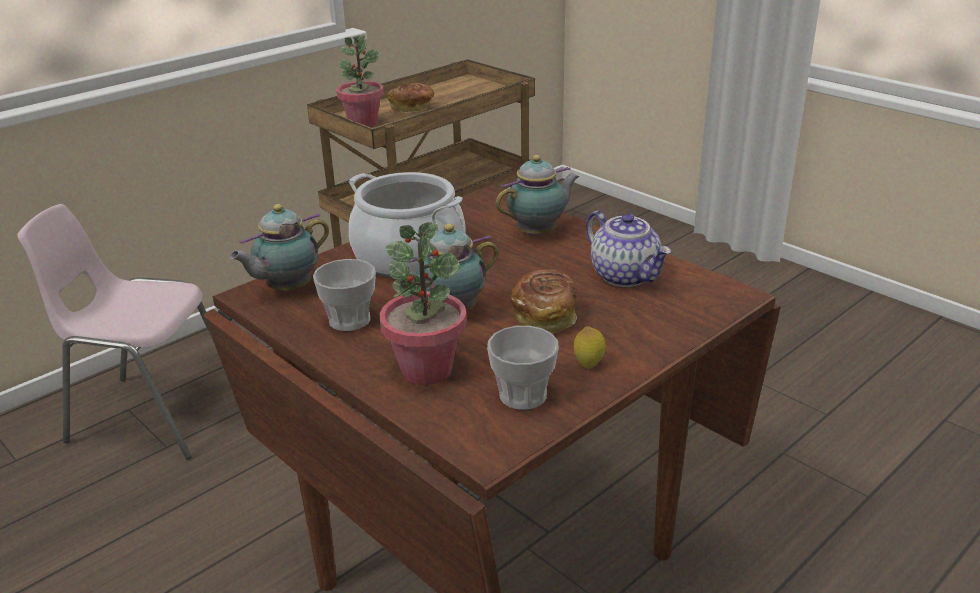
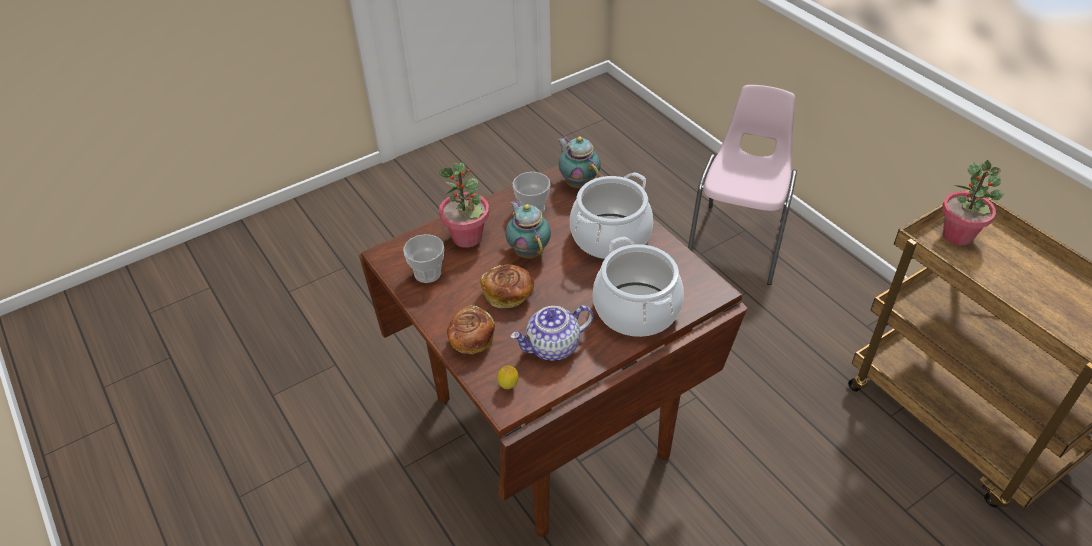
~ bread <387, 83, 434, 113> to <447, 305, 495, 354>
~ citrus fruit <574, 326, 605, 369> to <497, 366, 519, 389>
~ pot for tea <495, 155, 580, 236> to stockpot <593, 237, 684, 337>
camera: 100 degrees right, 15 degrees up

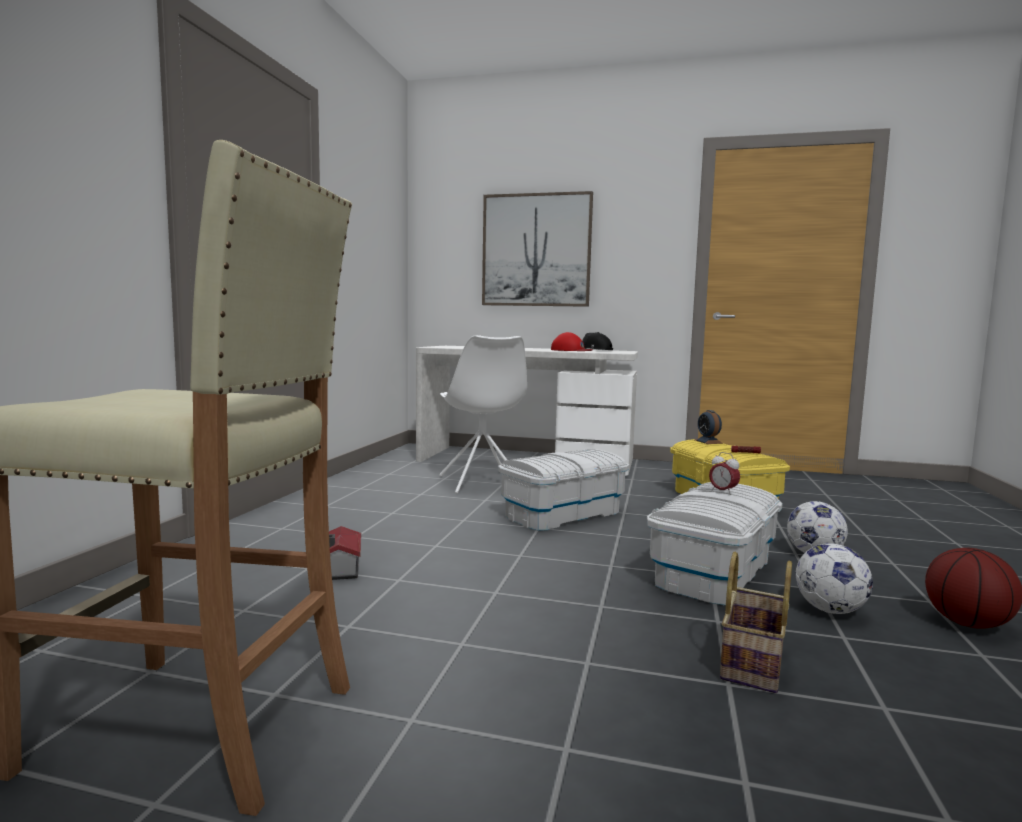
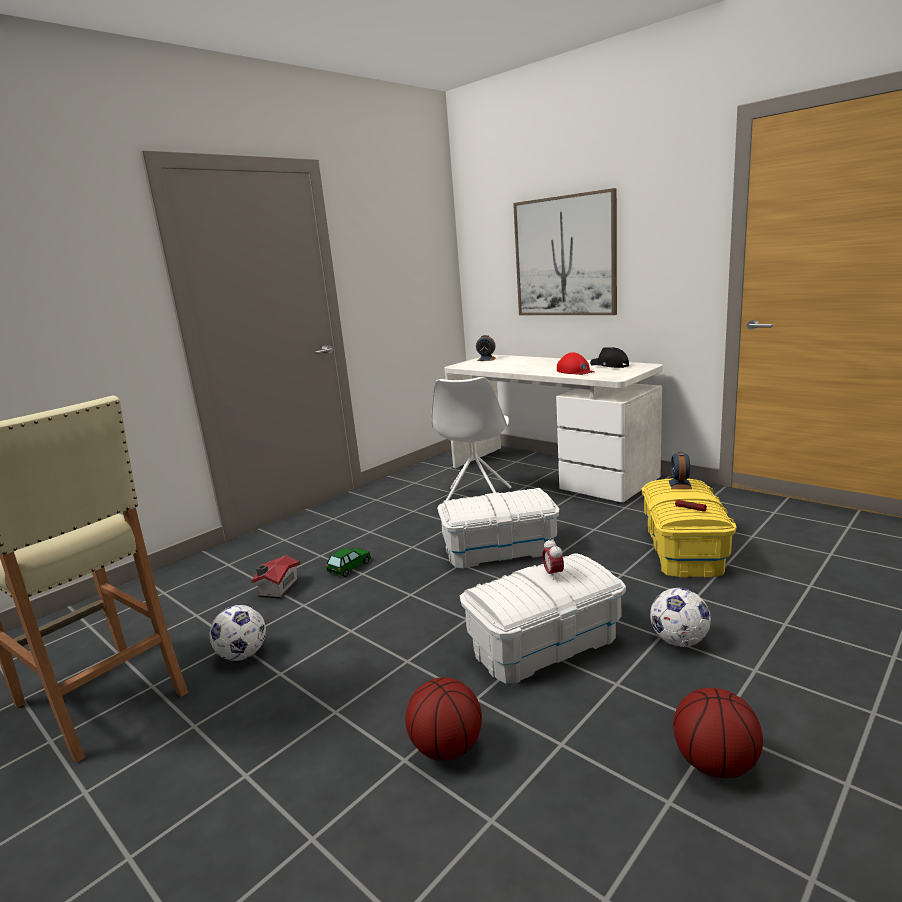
~ ball for football <796, 543, 873, 614> to <210, 605, 266, 661>
+ miniature car <326, 548, 371, 577>
~ basket <720, 552, 792, 693> to basketball ball <405, 677, 482, 761>
+ alarm clock <476, 335, 496, 361>
camera: 30 degrees right, 10 degrees up

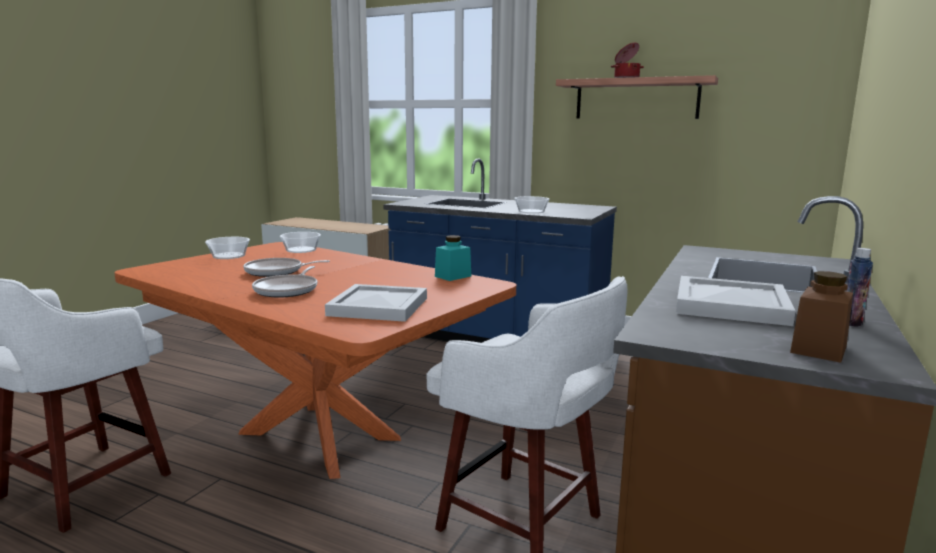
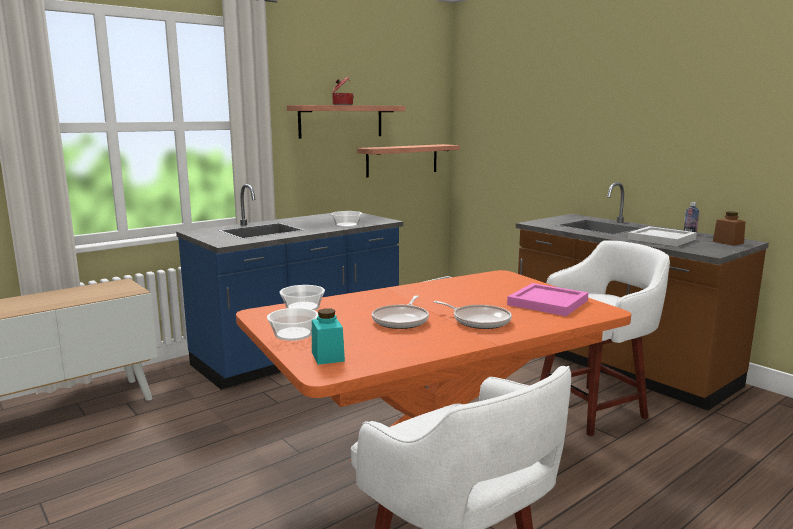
~ jar in turquoise-coloured <435, 235, 471, 281> to <312, 308, 345, 365>
+ shelf <357, 144, 460, 177>
~ tray in white <325, 284, 427, 322> to tray in pink-coloured <507, 283, 588, 316>
camera: 65 degrees left, 0 degrees up

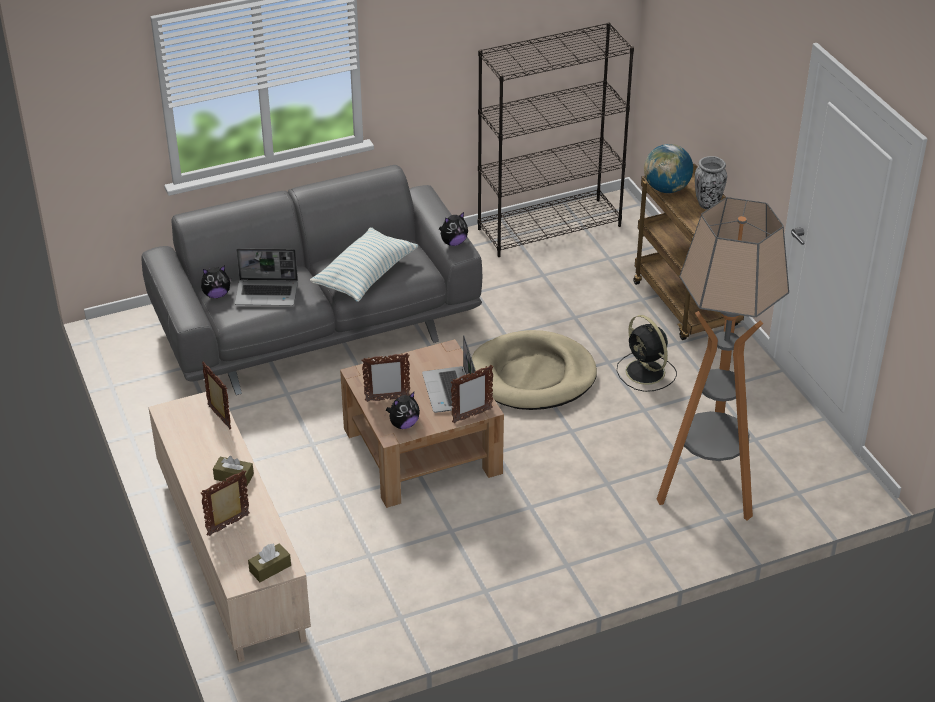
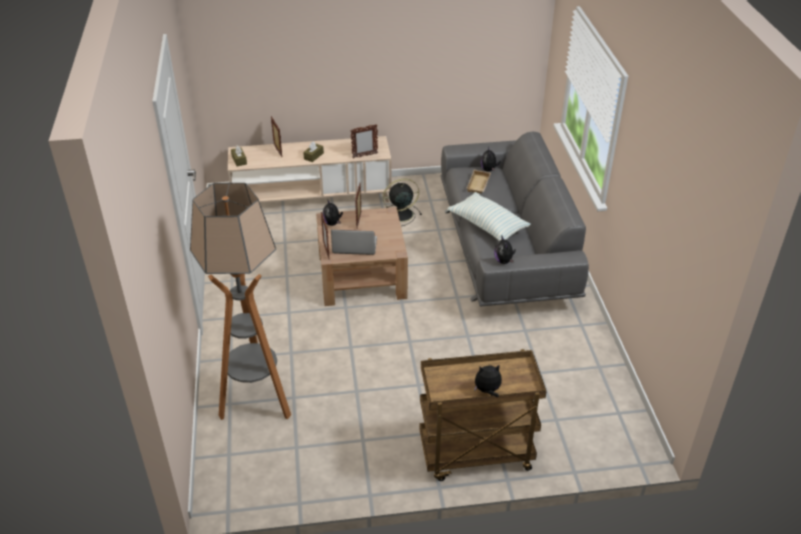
~ cooling fan in blackish <617, 315, 677, 392> to <383, 179, 422, 226>
~ portable computer <235, 248, 298, 306> to tray in sand-coloured <466, 169, 491, 193>
~ decorative vase <695, 156, 727, 209> to soft toy <474, 365, 502, 397>
- dog bed in sand-coloured <472, 330, 597, 410>
- shelving unit in blackish <478, 22, 634, 257>
- globe <644, 144, 693, 193>
camera: 105 degrees right, 0 degrees up

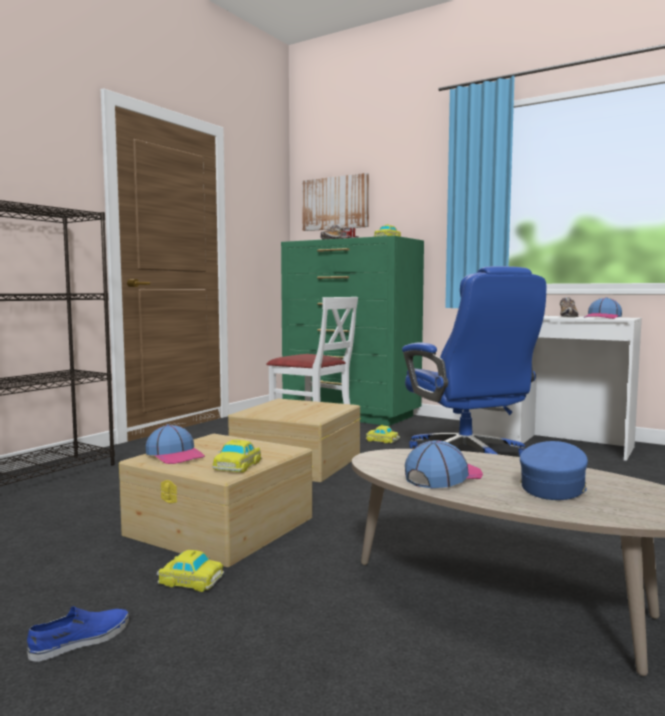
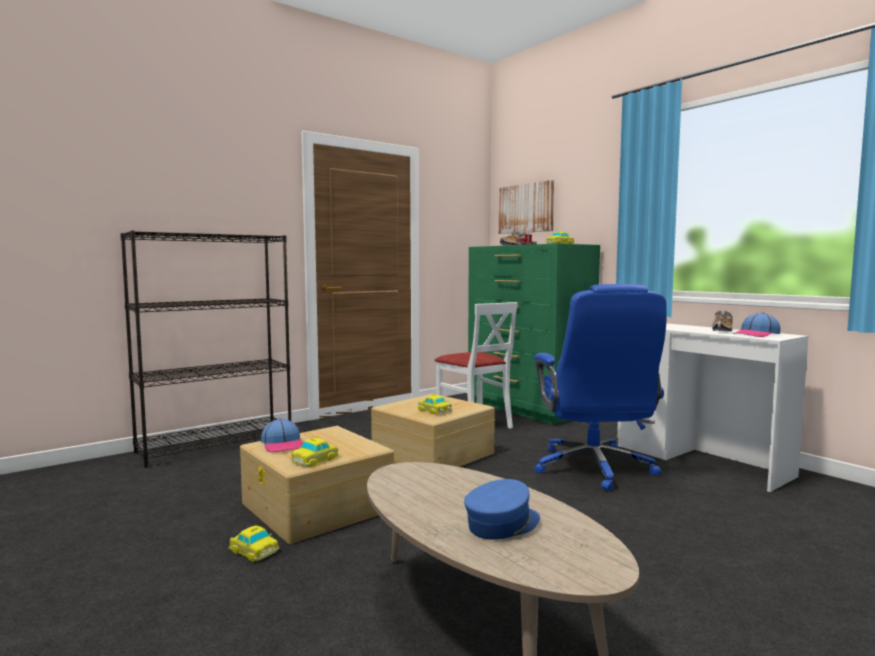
~ miniature car <366, 425, 400, 443> to <418, 394, 452, 414>
- shoe in blue-coloured <27, 606, 129, 662>
- baseball cap <405, 440, 483, 488>
camera: 20 degrees right, 0 degrees up

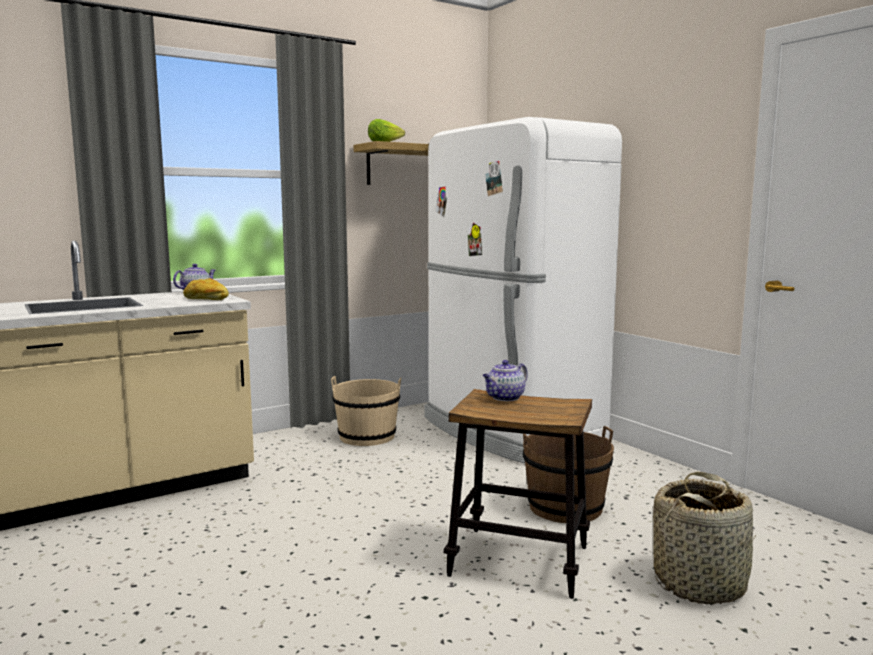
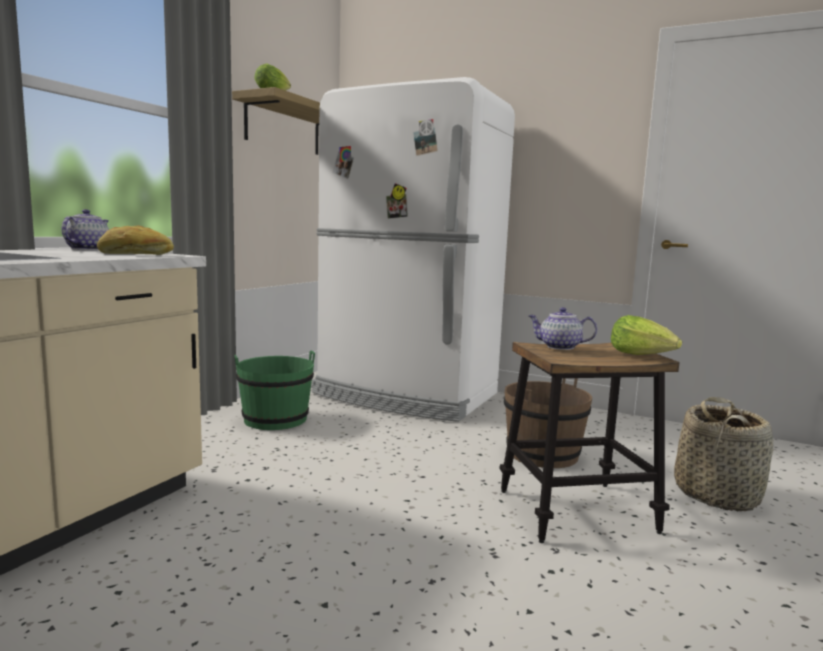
~ water bucket in sand-coloured <331, 376, 401, 446> to water bucket in green <234, 351, 315, 430>
~ pot for tea <483, 360, 528, 401> = <529, 307, 597, 350> 90 degrees clockwise
+ head of lettuce <611, 315, 682, 355>
camera: 30 degrees left, 0 degrees up

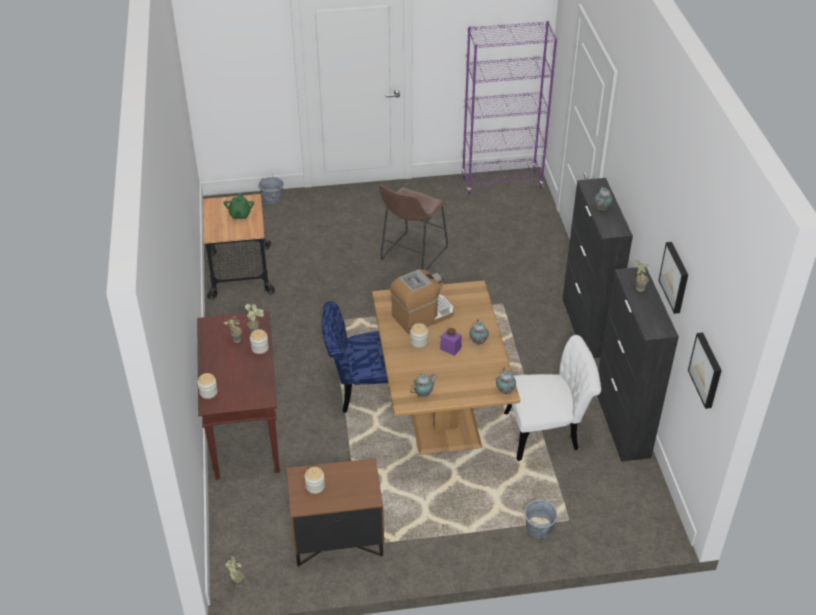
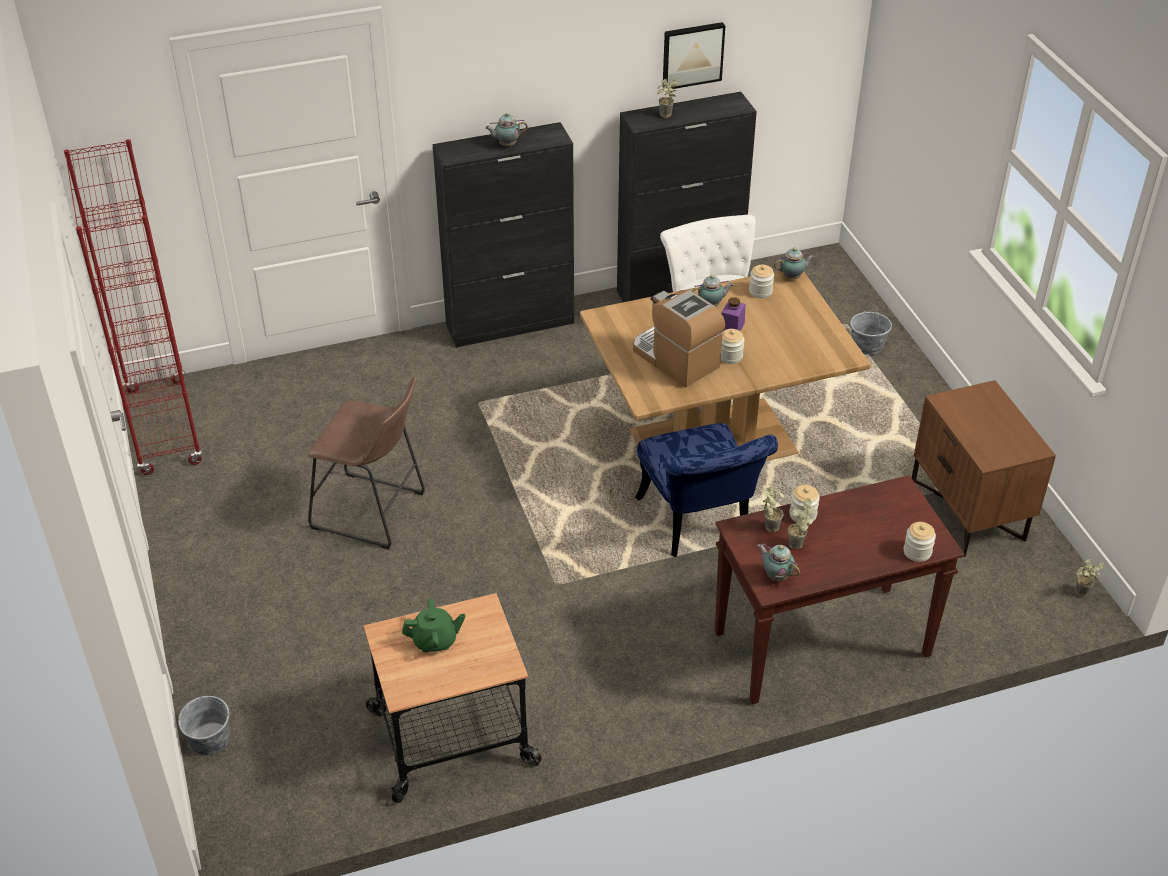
~ shelving unit in purple-coloured <462, 21, 557, 194> to shelving unit in reddish <64, 139, 202, 475>
~ jar <305, 467, 325, 494> to <749, 265, 774, 298>
~ pot for tea <410, 374, 437, 397> to <757, 543, 800, 581>
- wall picture <688, 332, 722, 409>
camera: 100 degrees left, 0 degrees up

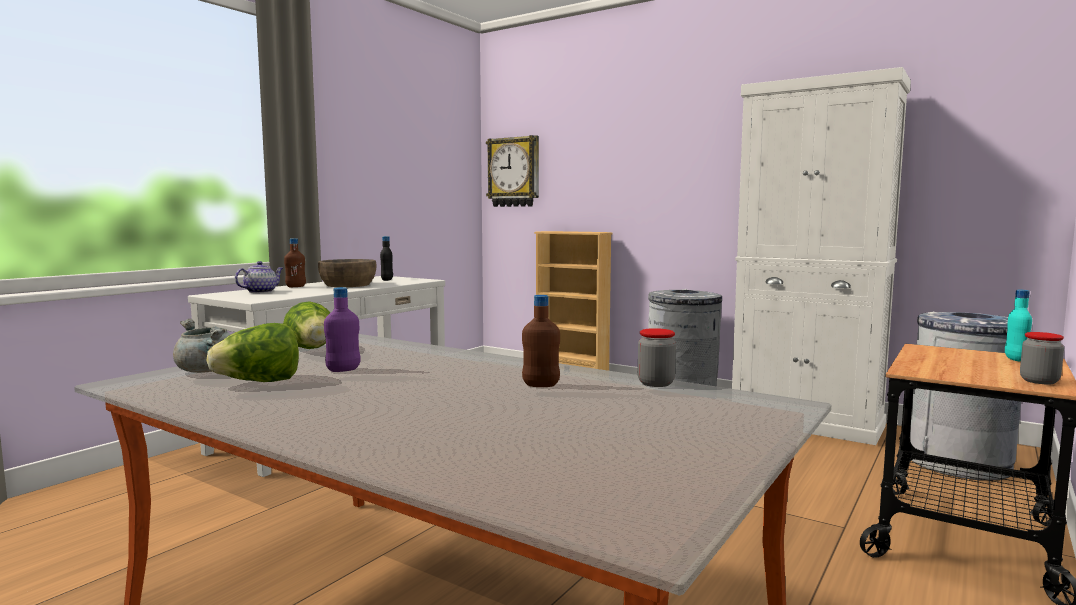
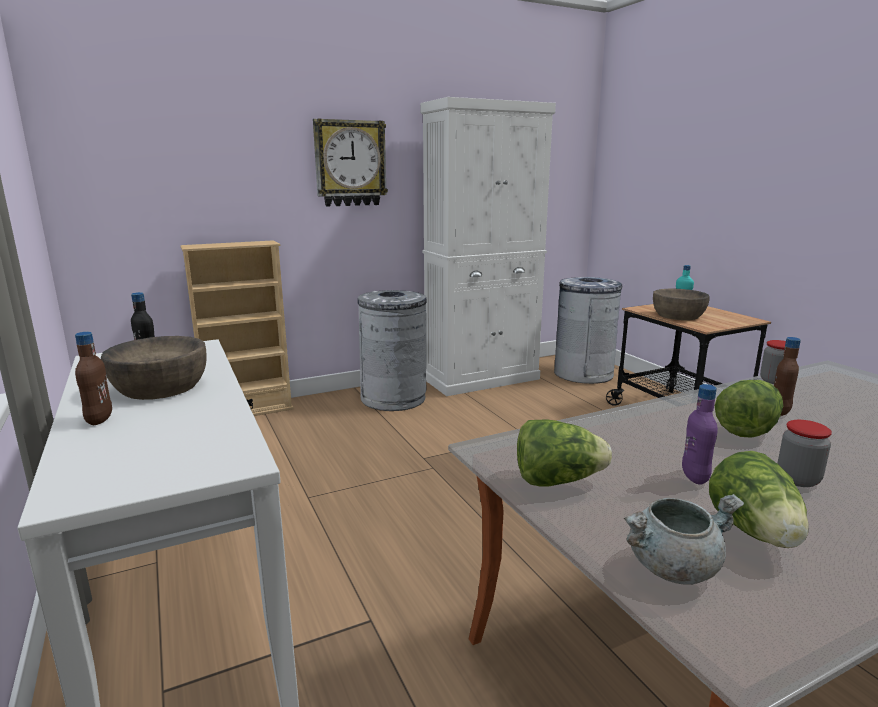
~ wall clock <486, 135, 539, 207> to <313, 118, 388, 207>
+ serving bowl in brown-coloured <653, 289, 710, 320>
+ head of lettuce <715, 380, 783, 438>
~ jar <1020, 332, 1064, 384> to <777, 420, 832, 487>
- pot for tea <235, 261, 283, 293>
camera: 60 degrees left, 10 degrees up

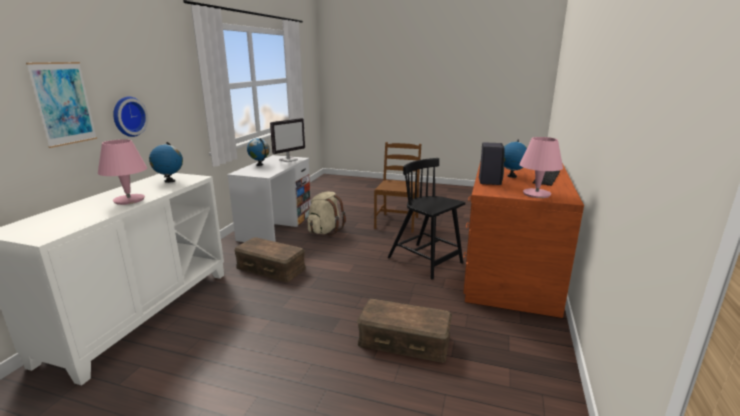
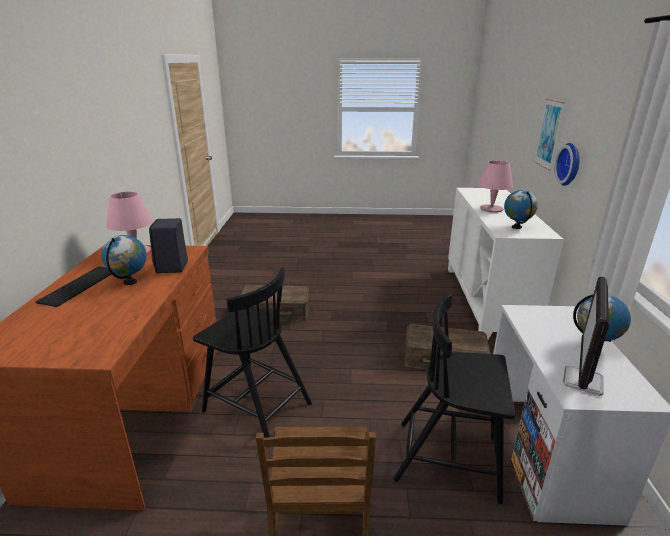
~ rucksack in sand-coloured <308, 192, 346, 236> to plain chair in blackish <393, 293, 515, 504>
camera: 165 degrees right, 5 degrees up

